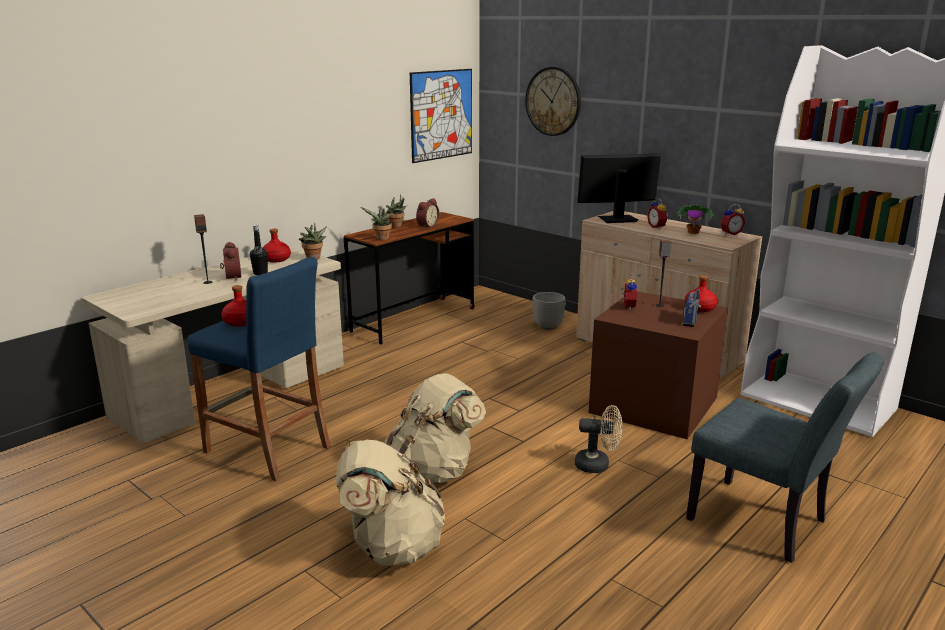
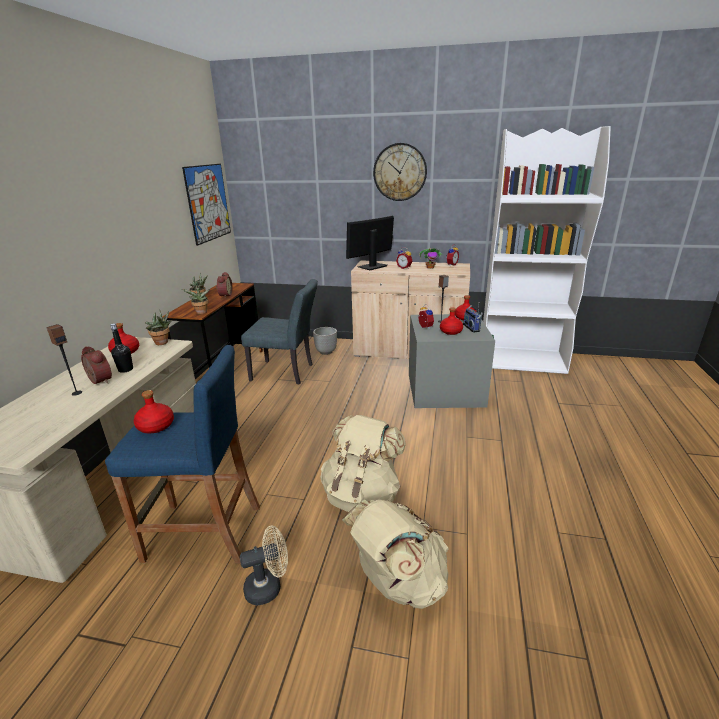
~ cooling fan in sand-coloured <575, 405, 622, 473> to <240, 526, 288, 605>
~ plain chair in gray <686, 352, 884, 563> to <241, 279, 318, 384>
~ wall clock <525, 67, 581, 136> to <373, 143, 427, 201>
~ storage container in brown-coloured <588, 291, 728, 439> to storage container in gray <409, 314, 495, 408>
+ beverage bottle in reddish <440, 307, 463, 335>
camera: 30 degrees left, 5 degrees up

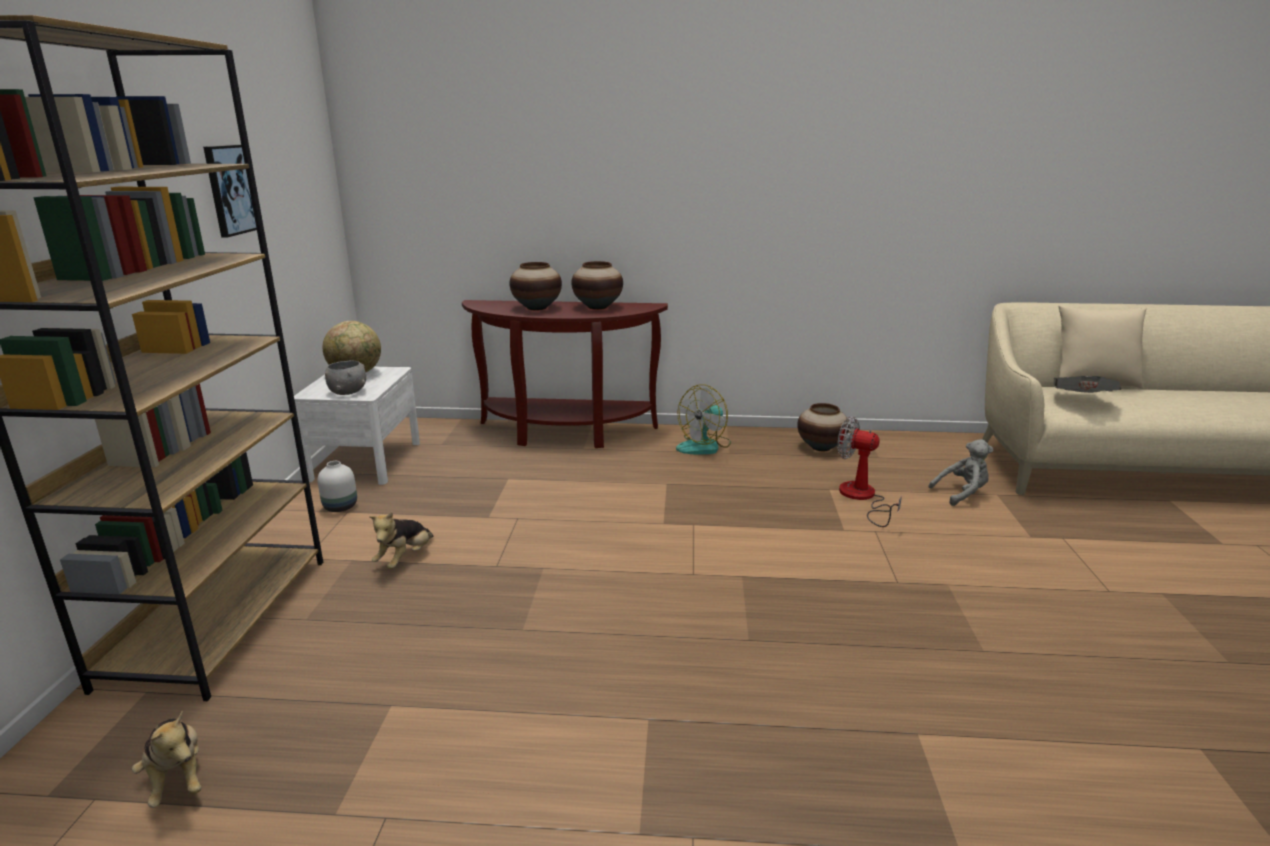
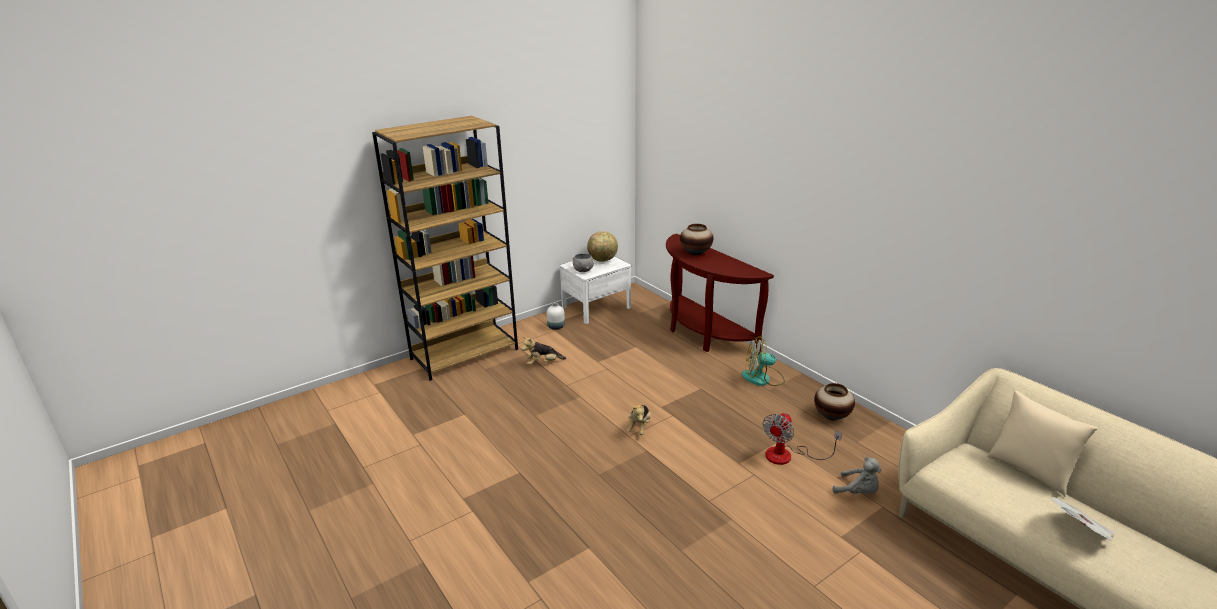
~ soft toy <132, 710, 201, 808> to <627, 404, 651, 435>
~ cooling fan <837, 416, 902, 527> = <763, 413, 842, 465> 135 degrees counterclockwise
~ printed paper <1053, 376, 1122, 393> to <1051, 497, 1115, 541>
- wall picture <203, 145, 257, 237>
- decorative vase <571, 261, 623, 310>
camera: 50 degrees right, 5 degrees up

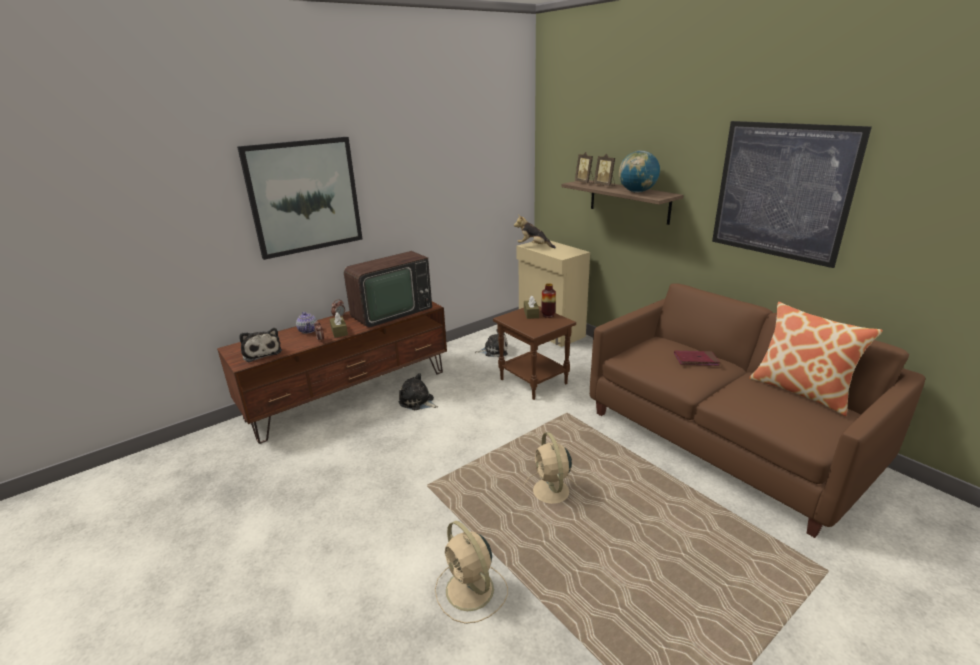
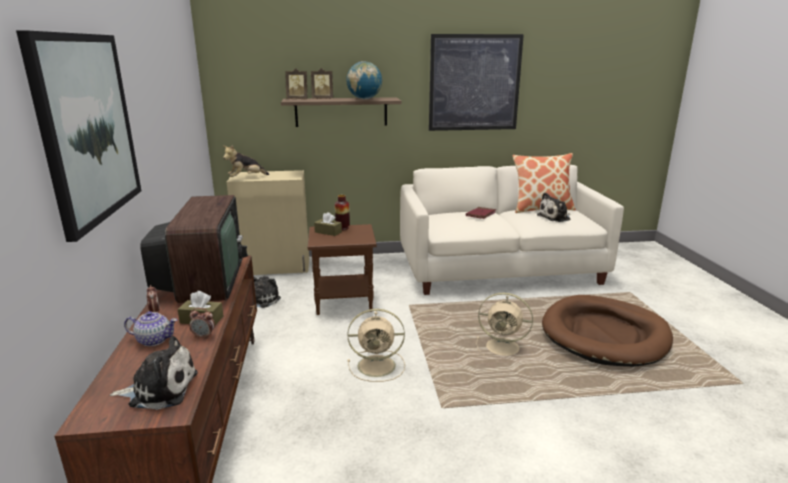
~ cooling fan in sand-coloured <435, 521, 508, 624> to <348, 309, 405, 382>
~ couch in brown-coloured <590, 283, 925, 538> to couch in white <400, 165, 624, 295>
~ soft toy <399, 373, 438, 410> to <537, 193, 571, 222>
+ dog bed in brown-coloured <542, 295, 673, 367>
camera: 60 degrees left, 5 degrees down

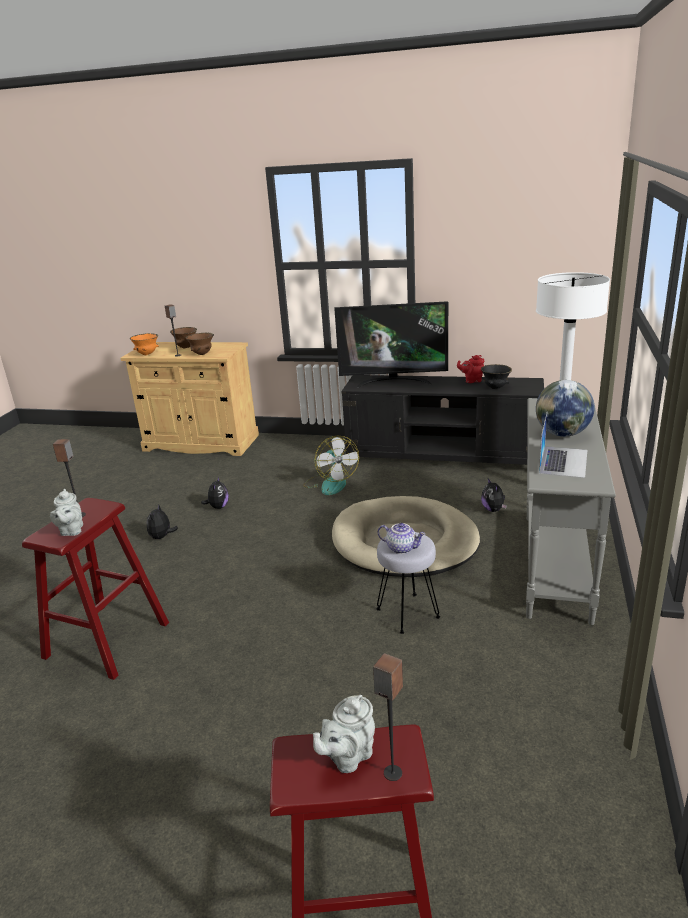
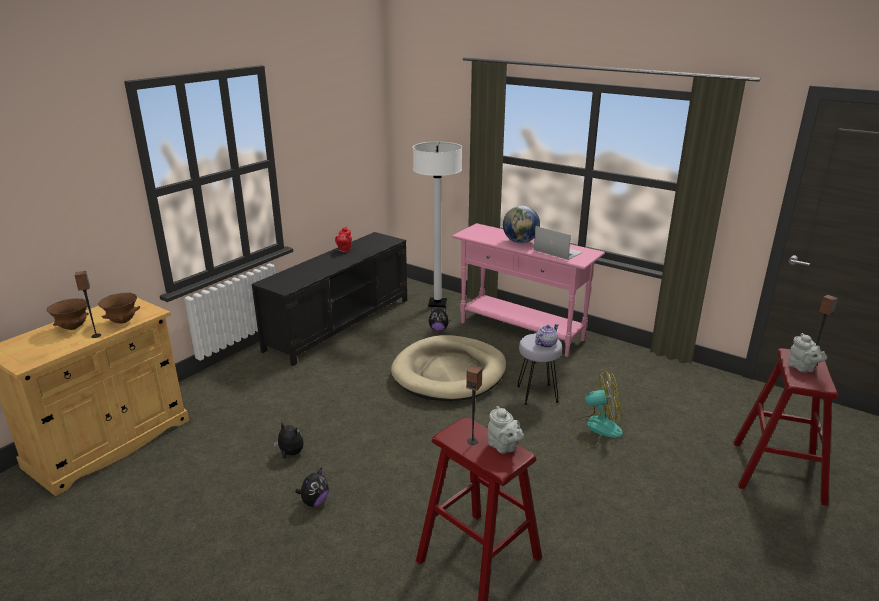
~ soft toy <147, 504, 178, 539> = <295, 467, 329, 507> 90 degrees counterclockwise
~ narrow table in gray <526, 398, 616, 625> to narrow table in pink-coloured <452, 223, 605, 357>
~ pot for tea in gray <50, 489, 83, 536> = <488, 406, 524, 454> 45 degrees clockwise
~ cooling fan <303, 436, 359, 495> to <569, 372, 623, 446>
- serving bowl in orange <130, 333, 159, 355>
- TV set <334, 301, 448, 388>
- serving bowl in blackish <481, 364, 512, 389>
camera: 70 degrees left, 0 degrees up

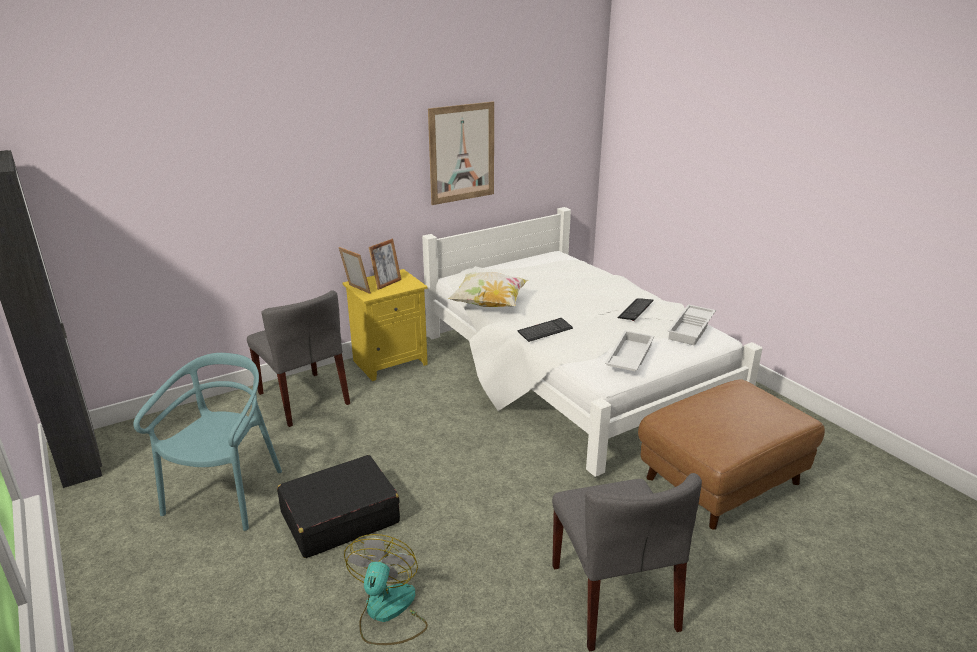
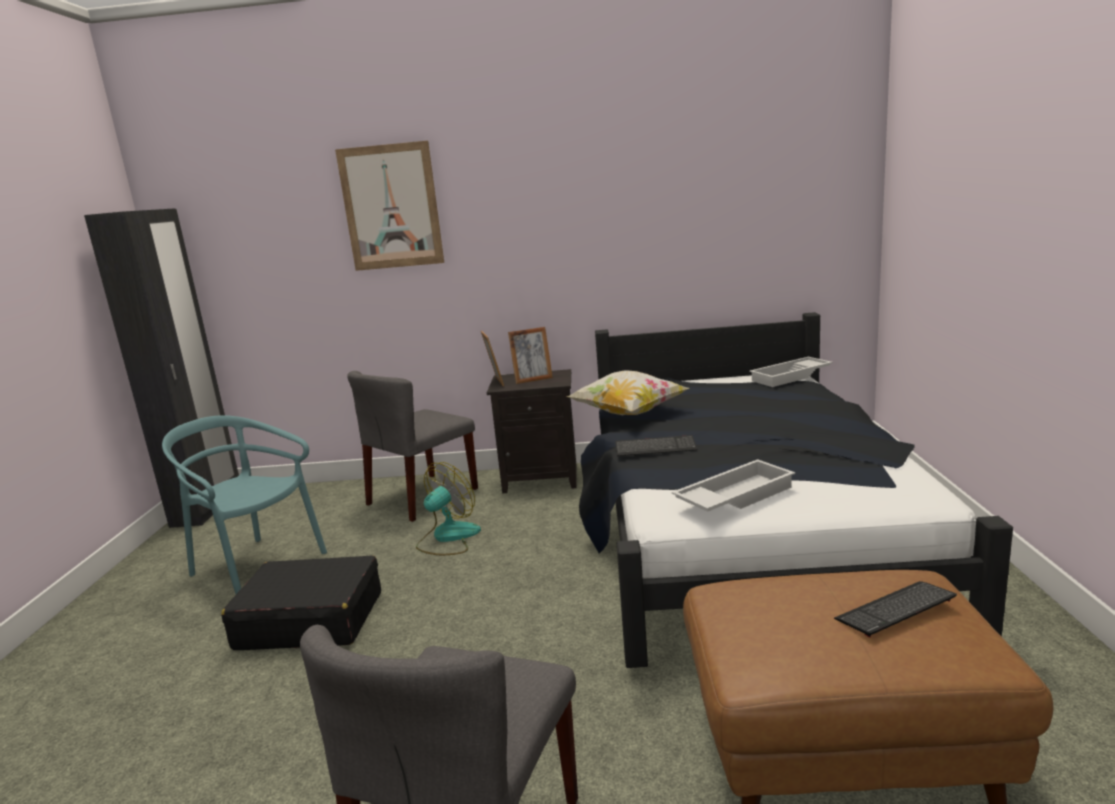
~ plain chair in turquoise-coloured <133, 353, 282, 531> = <162, 415, 327, 594> 105 degrees counterclockwise
~ wall picture <428, 101, 494, 205> to <335, 141, 444, 271>
~ plain chair in gray <247, 290, 350, 427> = <347, 371, 478, 522> 45 degrees clockwise
~ cooling fan <344, 534, 428, 645> to <416, 462, 481, 555>
~ night table in yellow <343, 269, 428, 381> to night table in blackish <487, 369, 577, 494>
~ bed in white <422, 207, 763, 477> to bed in blackish <579, 312, 1013, 668>
~ tray in white <667, 304, 716, 346> to <749, 357, 833, 387>
~ computer keyboard <617, 298, 654, 321> to <834, 581, 957, 638>
camera: 35 degrees right, 10 degrees down

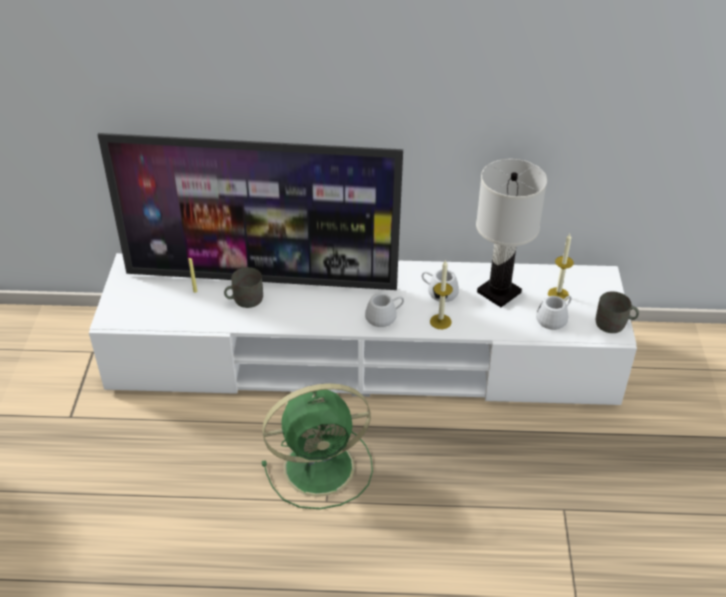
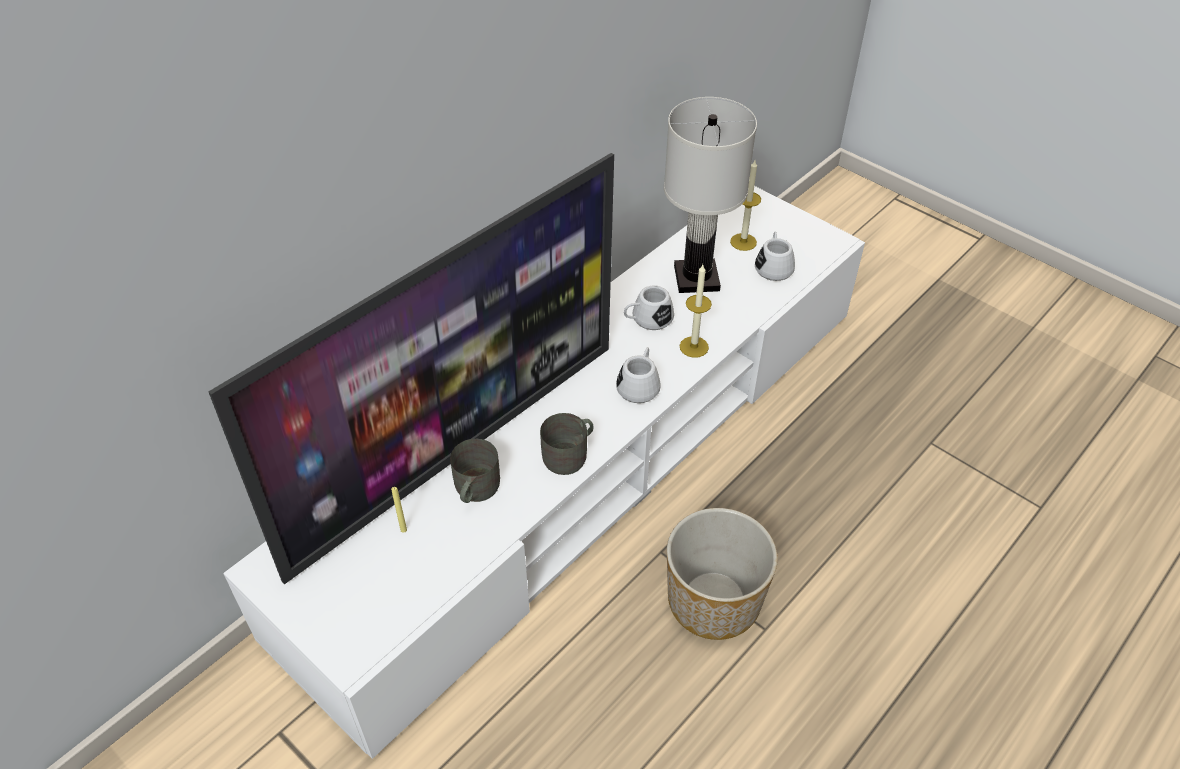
~ mug in gray <595, 292, 639, 333> to <540, 413, 594, 475>
~ cooling fan in green <262, 383, 373, 509> to flower pot <667, 508, 778, 640>
camera: 50 degrees left, 5 degrees up

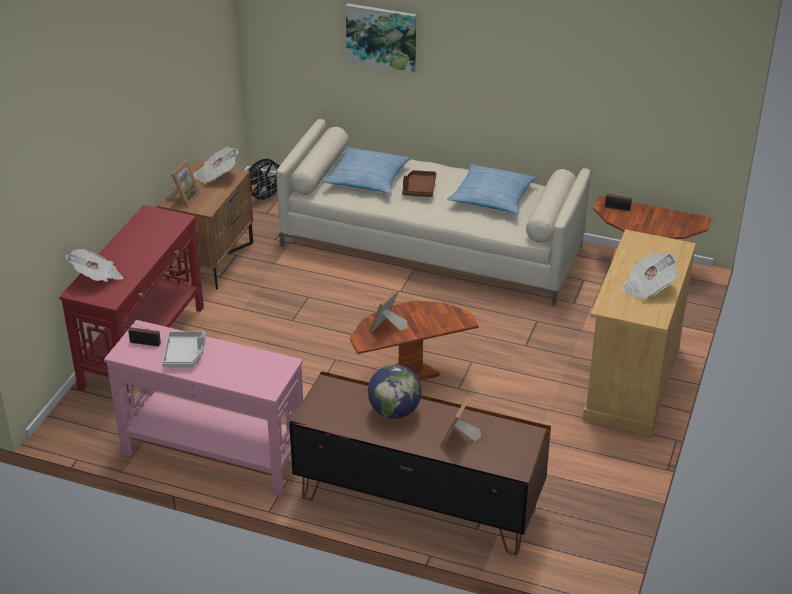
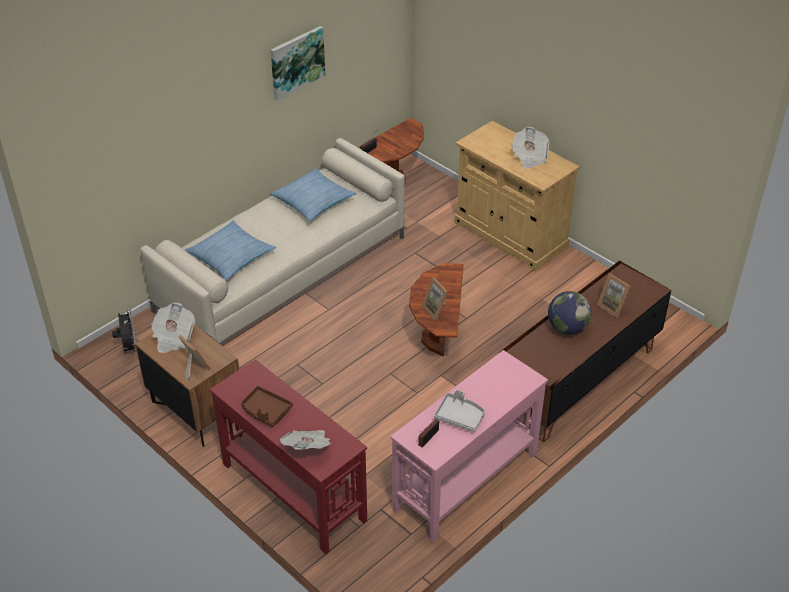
~ tray in brown-coloured <402, 170, 436, 197> to <241, 386, 293, 427>
~ wall picture <346, 3, 416, 73> to <271, 26, 325, 101>
camera: 65 degrees left, 5 degrees up

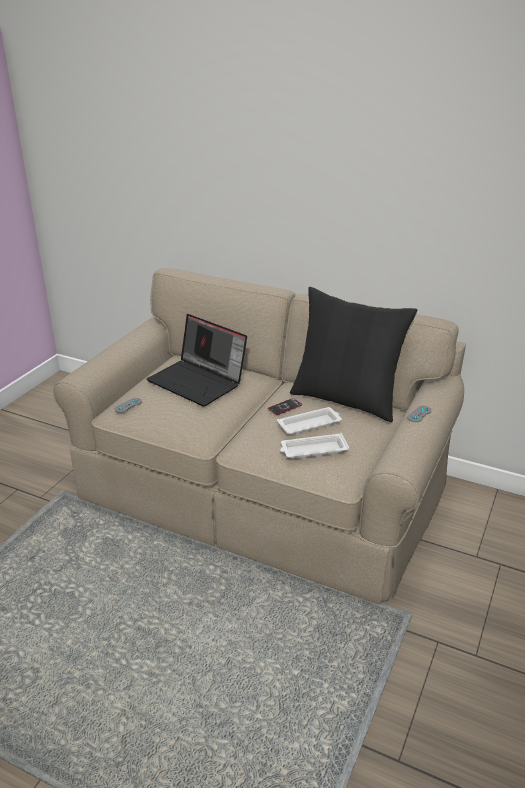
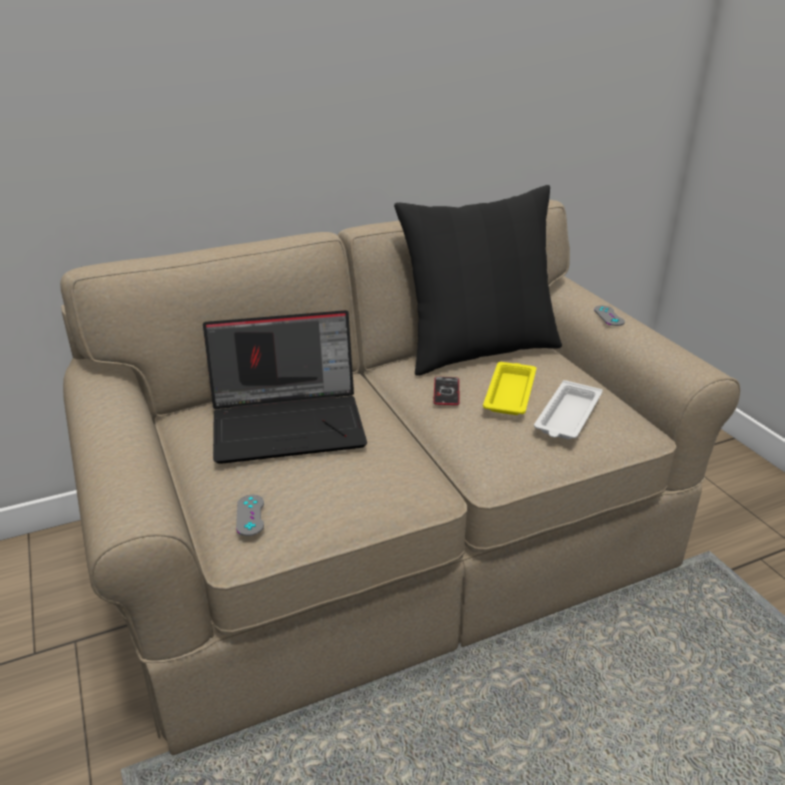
~ tray in white <277, 407, 342, 435> to tray in yellow <483, 362, 536, 415>
camera: 50 degrees left, 0 degrees up

